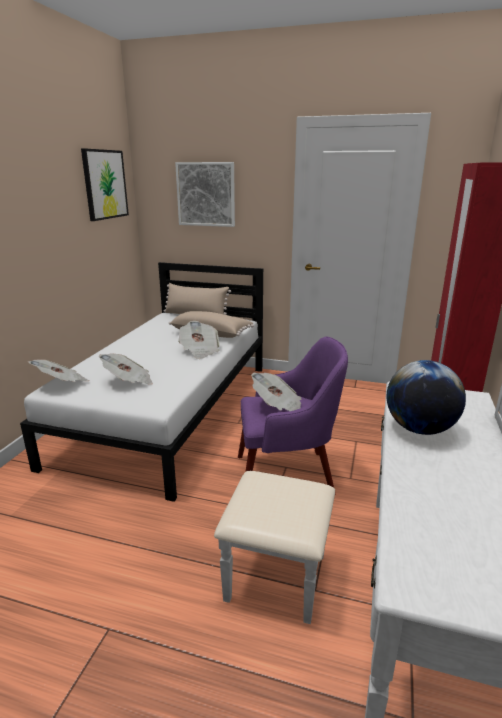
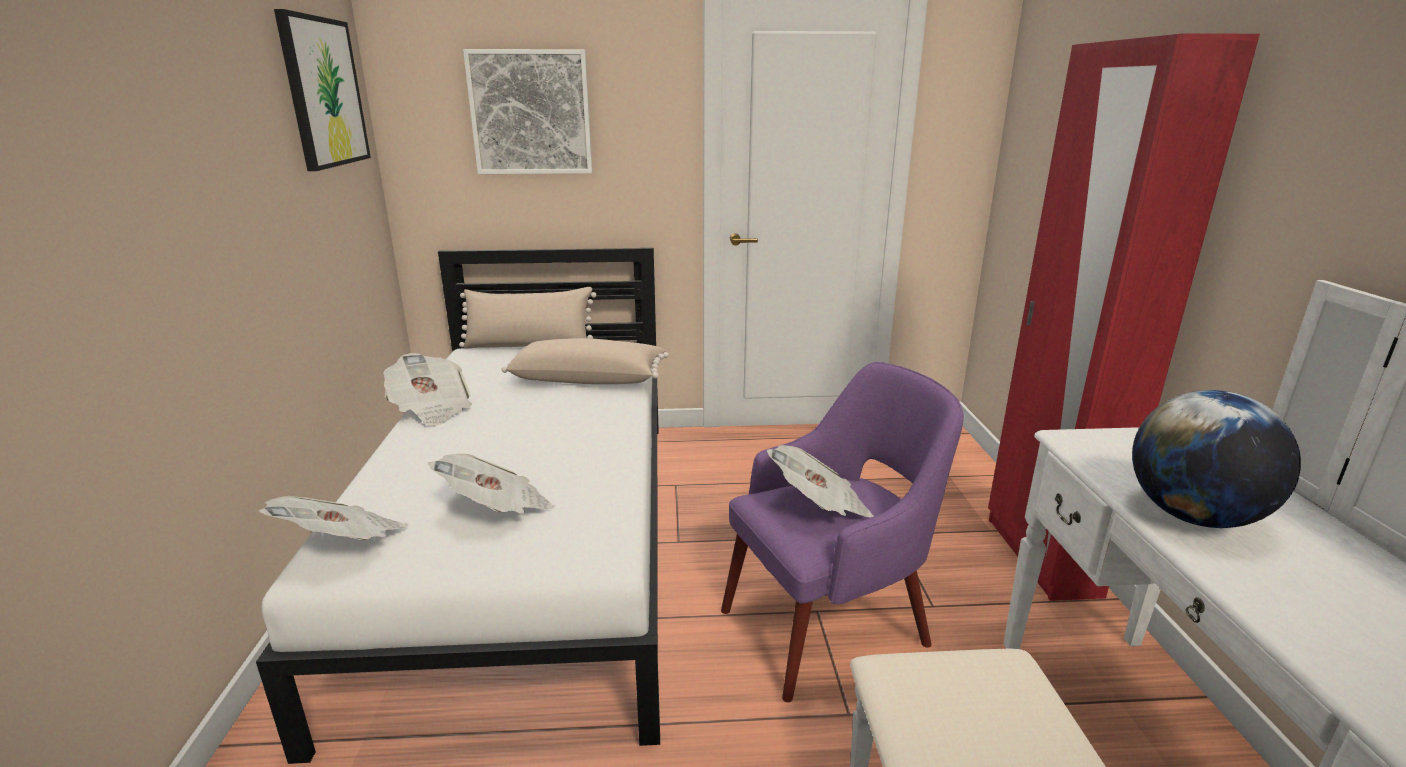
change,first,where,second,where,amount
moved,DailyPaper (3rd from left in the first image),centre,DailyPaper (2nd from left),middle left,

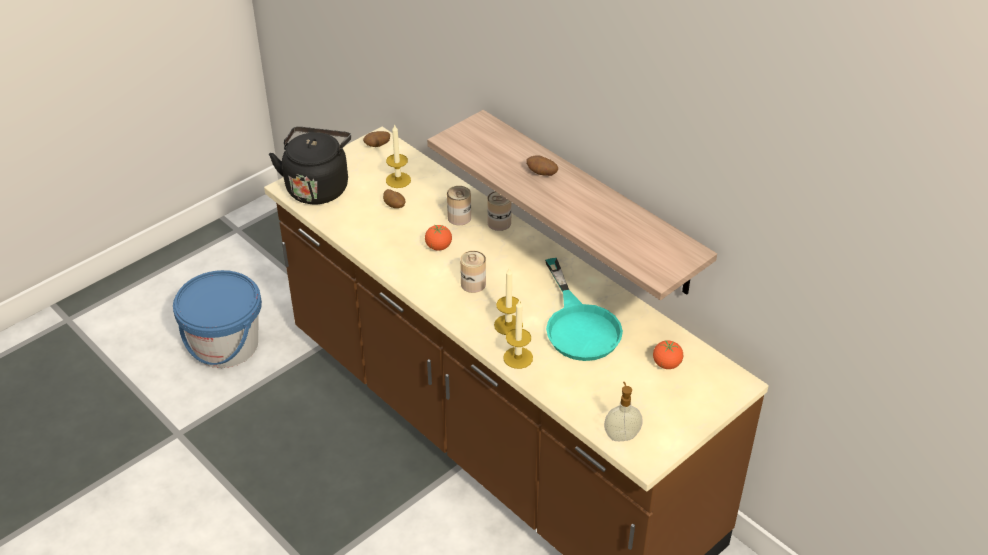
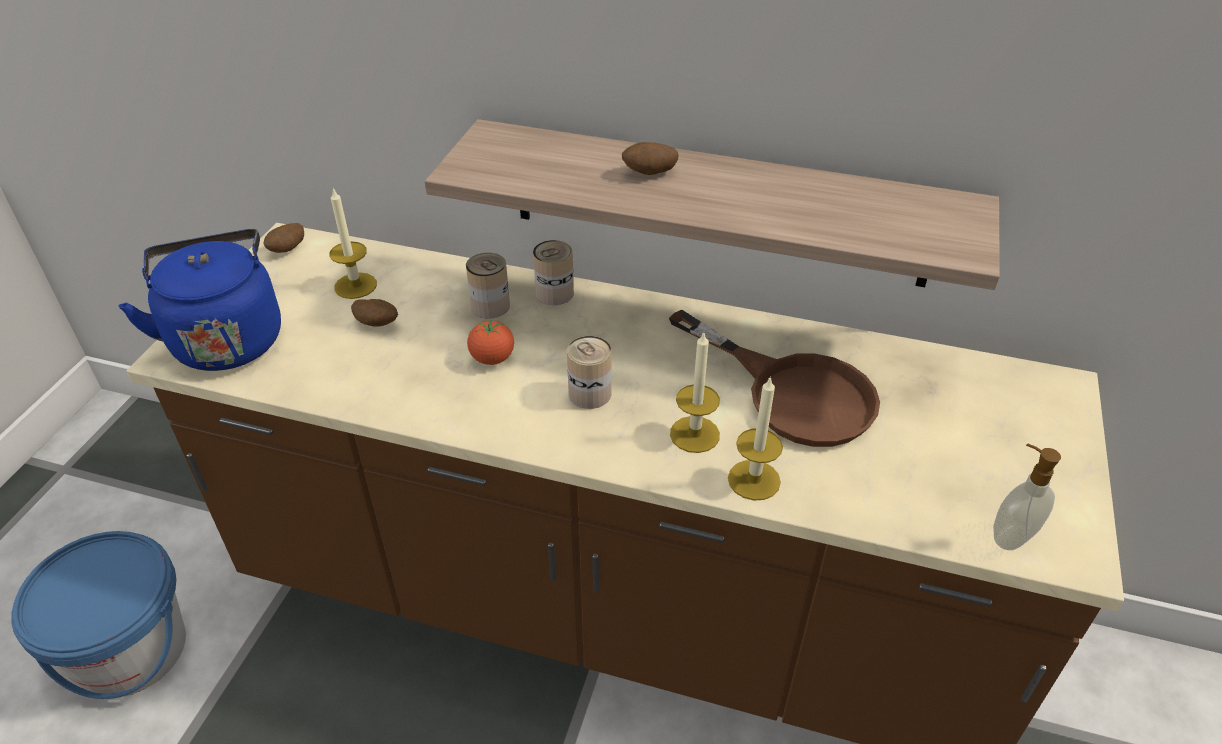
change,first,where,second,where,amount
removed,FreshTomato (2nd from left),middle right,,,
recoloured,BlackTeaKettle,top left,BlueTeaKettle,middle left,
recoloured,TurquoiseFryingPan,centre,BrownColouredFryingPan,centre,

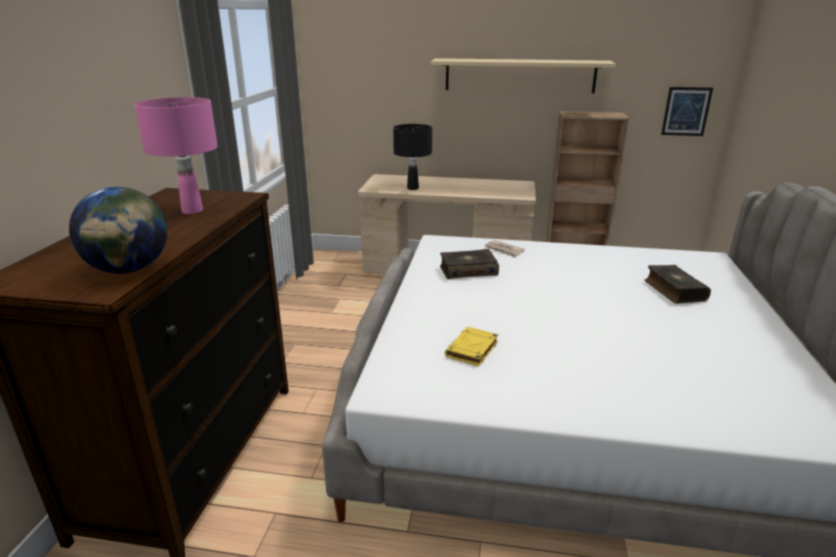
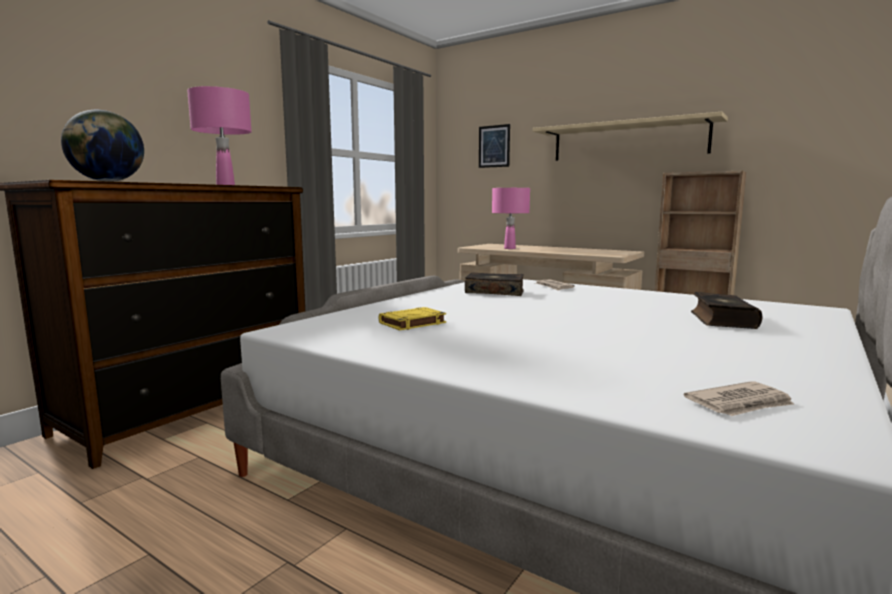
change,first,where,second,where,amount
added,,,DailyPaper (2nd from left),bottom right,
moved,Picture,top right,,top centre,
recoloured,BlackLampForATable,top centre,PinkishLampForATable (2nd from left),centre,

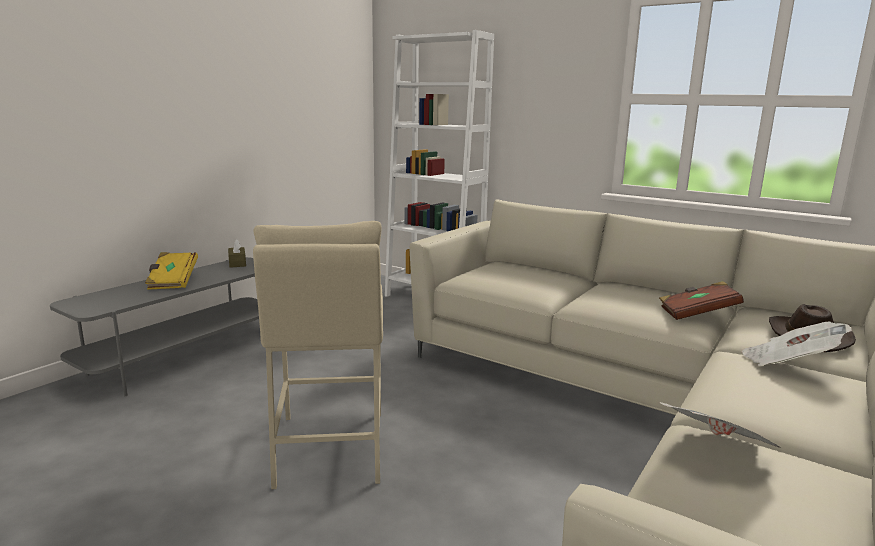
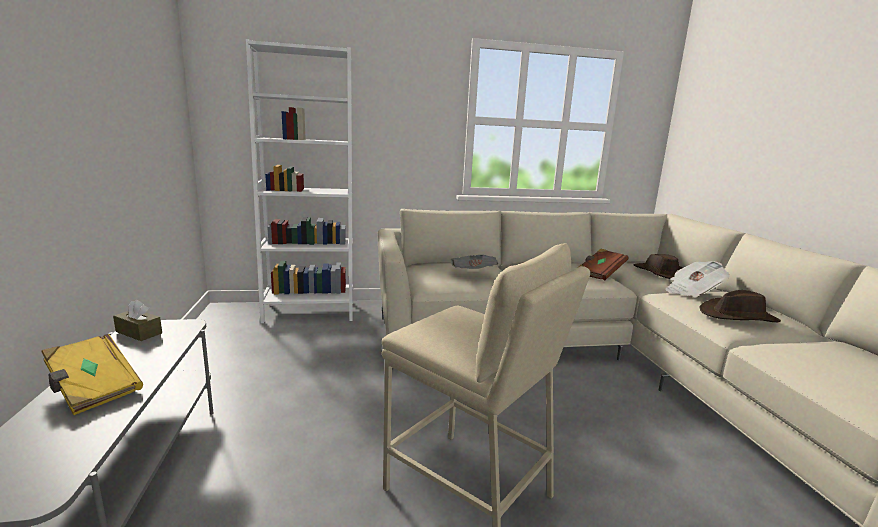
change,first,where,second,where,amount
added,,,BrownColouredHat (2nd from left),middle right,
moved,DailyPaper (1st from left),bottom right,,centre,

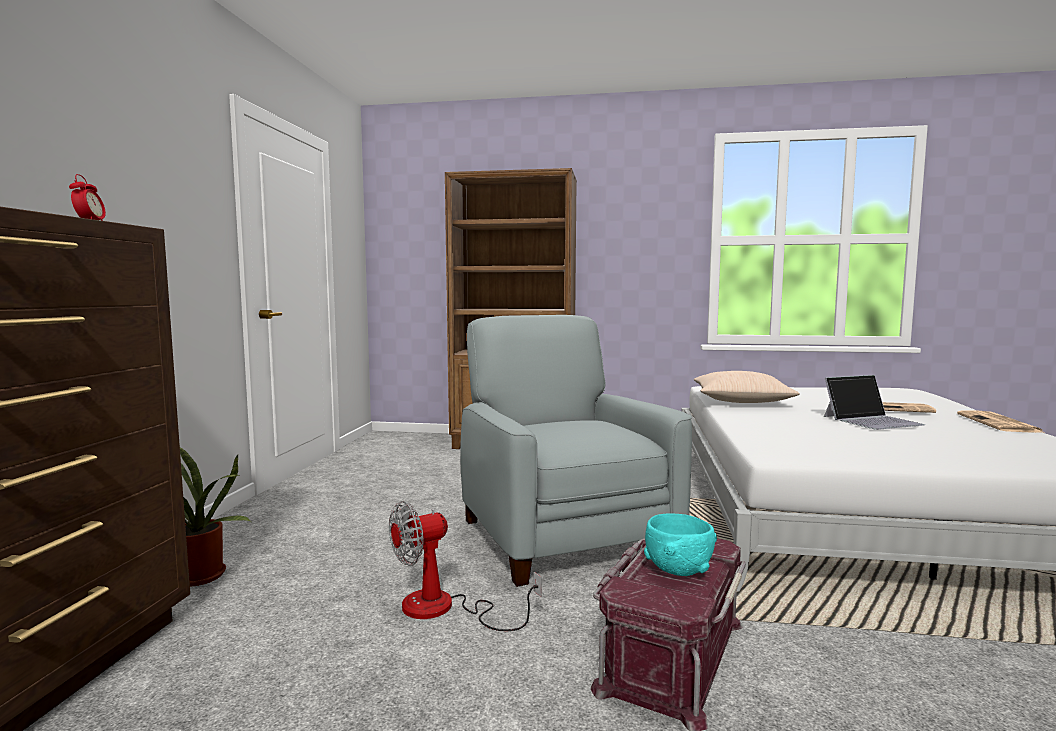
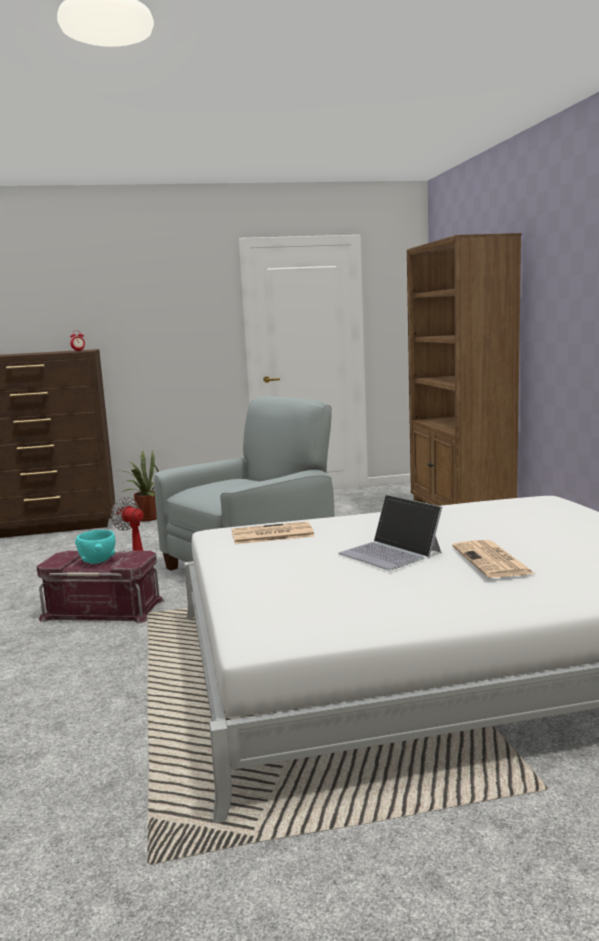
change,first,where,second,where,amount
removed,BeigeCushion,middle right,,,
moved,DailyPaper (2nd from left in the first image),middle right,DailyPaper (1st from left),centre,

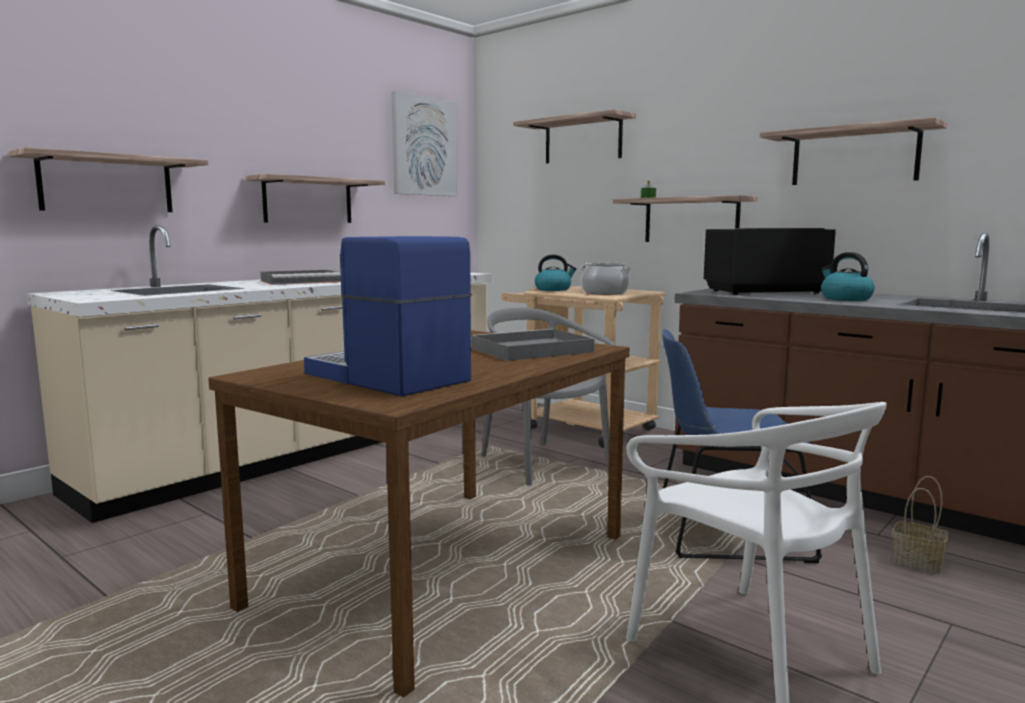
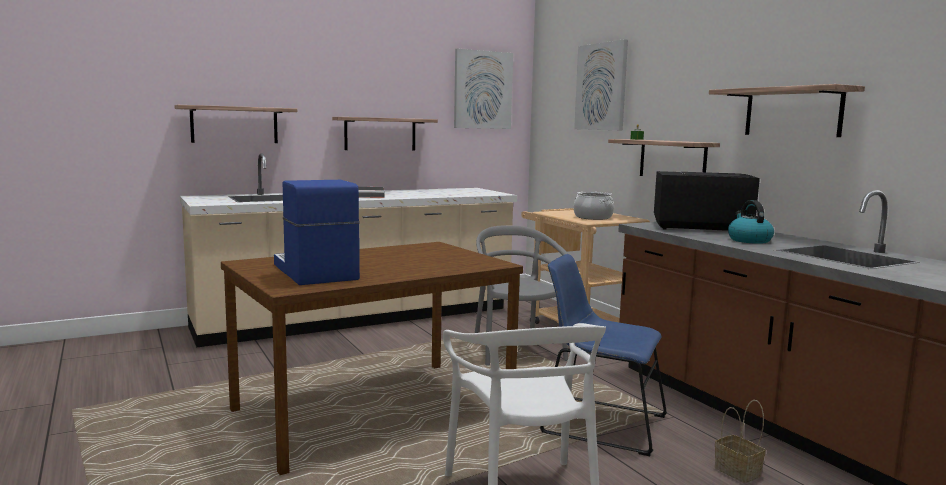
change,first,where,second,where,amount
removed,GreyishServingTray (2nd from left),centre,,,
removed,TeaKettle (1st from left),centre,,,
replaced,WallShelf (3rd from left),top centre,Picture (2nd from left),top centre,

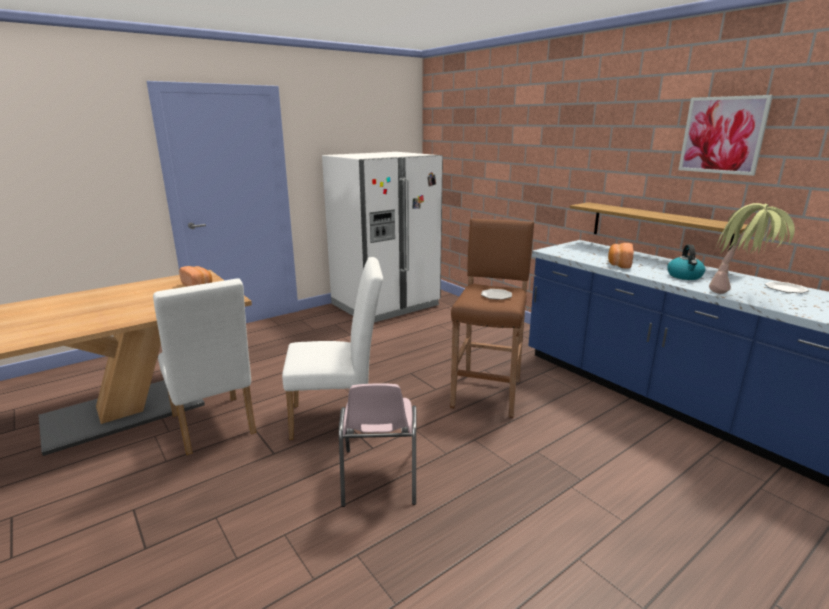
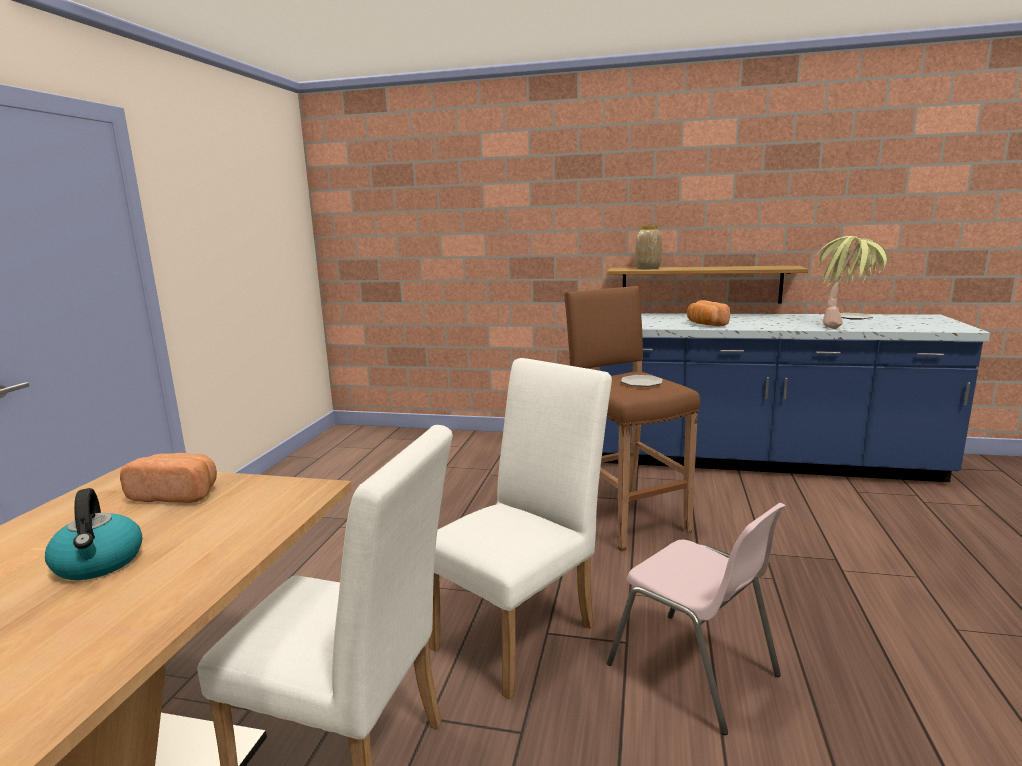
change,first,where,second,where,amount
removed,WhitishFridge,centre,,,
removed,Picture,top right,,,
added,,,DecorativeVase,top centre,
moved,TeaKettle,middle right,,bottom left,

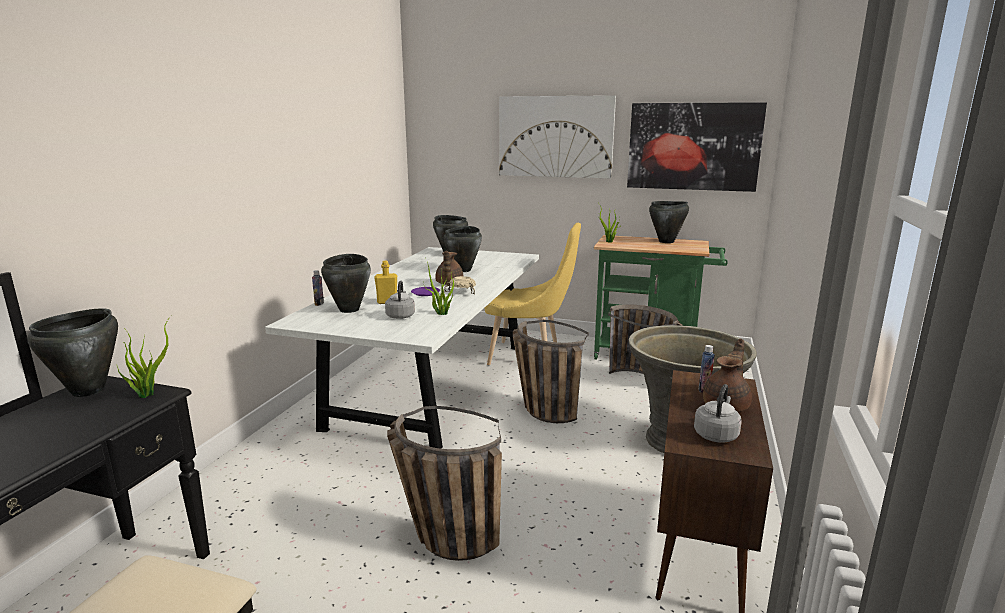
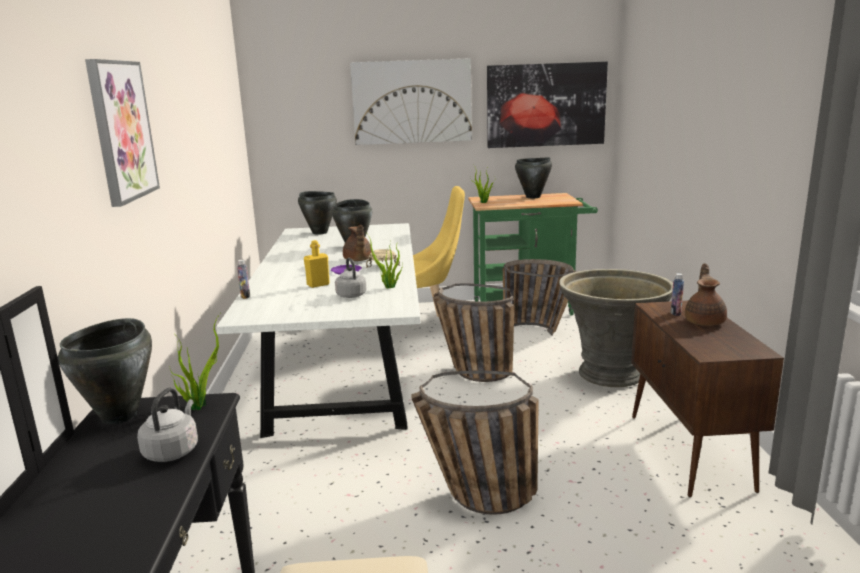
change,first,where,second,where,amount
removed,BlackSaucepot (2nd from left),centre,,,
added,,,Picture (1st from left),top left,
moved,GreyishTeaKettle (2nd from left in the first image),bottom right,GreyishTeaKettle (1st from left),bottom left,

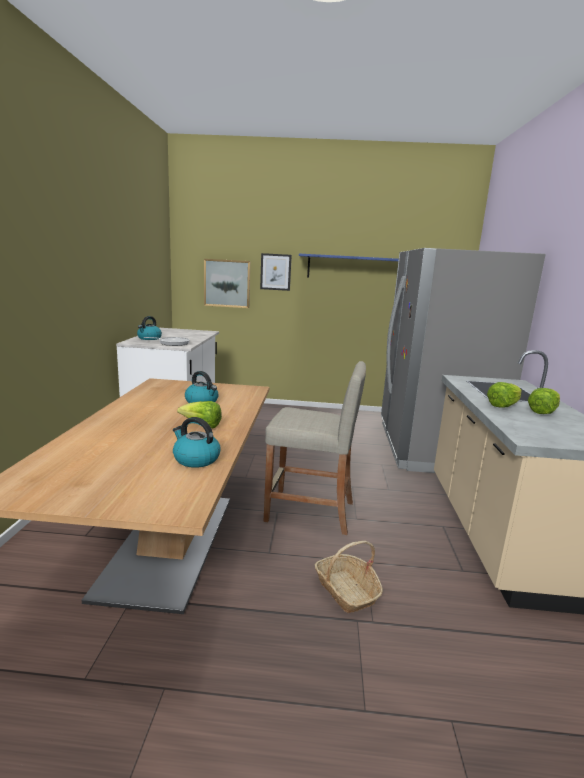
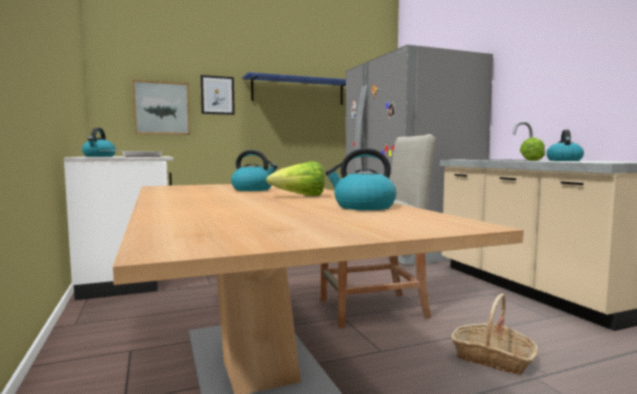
change,first,where,second,where,amount
replaced,Lettuce (3rd from left),middle right,TeaKettle (4th from left),middle right,

